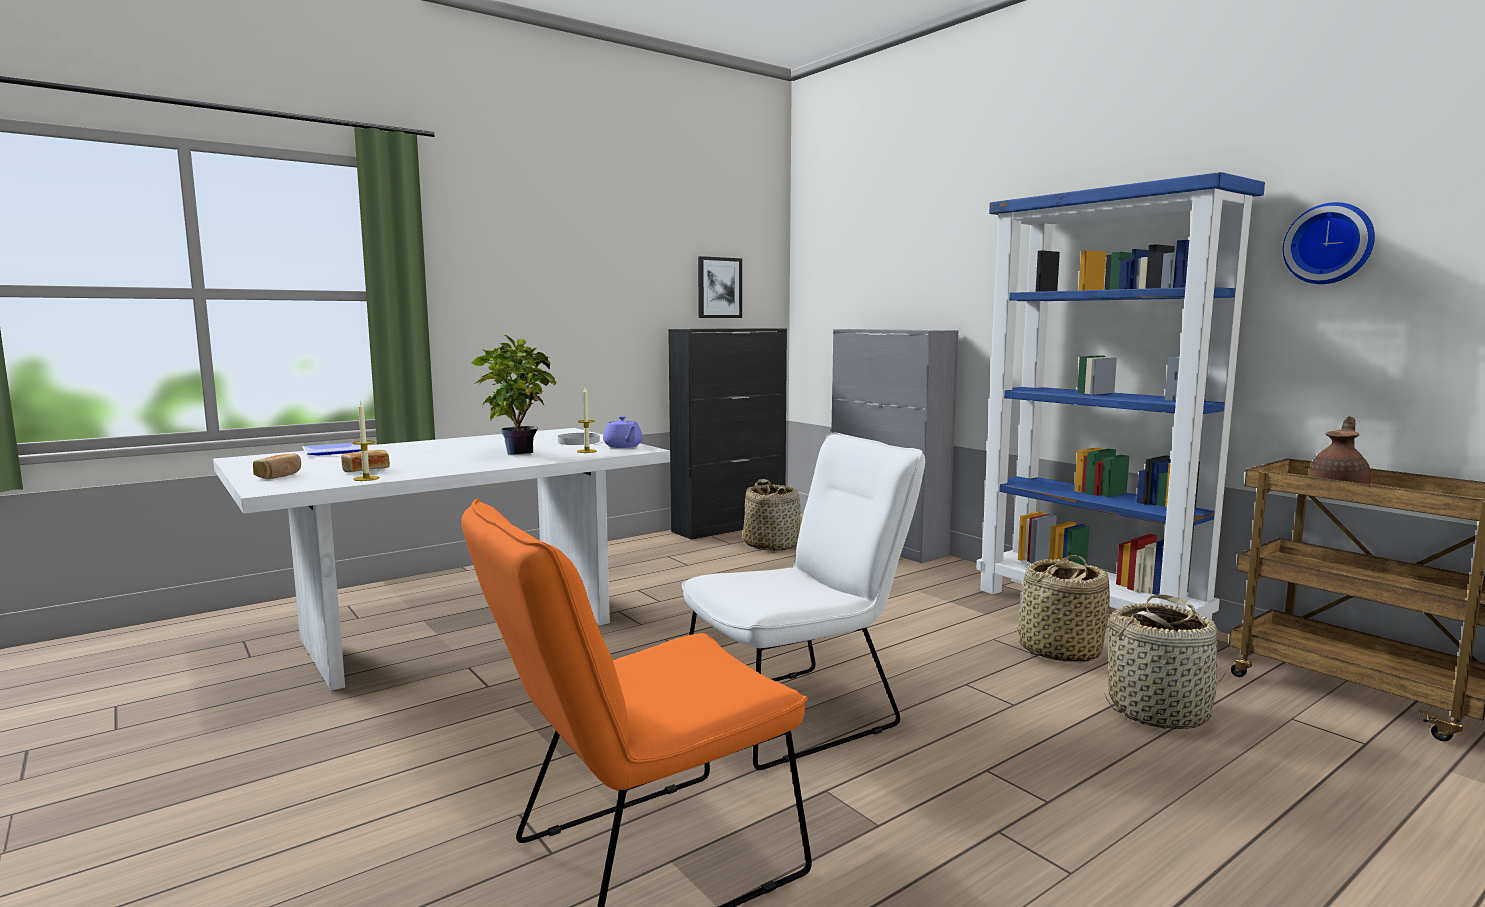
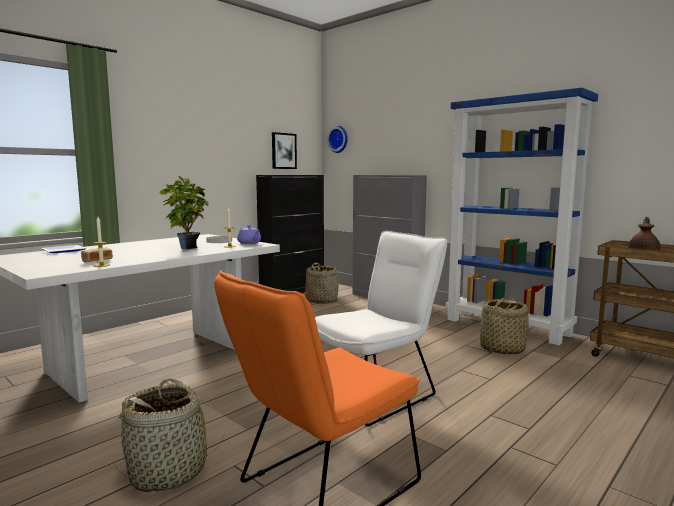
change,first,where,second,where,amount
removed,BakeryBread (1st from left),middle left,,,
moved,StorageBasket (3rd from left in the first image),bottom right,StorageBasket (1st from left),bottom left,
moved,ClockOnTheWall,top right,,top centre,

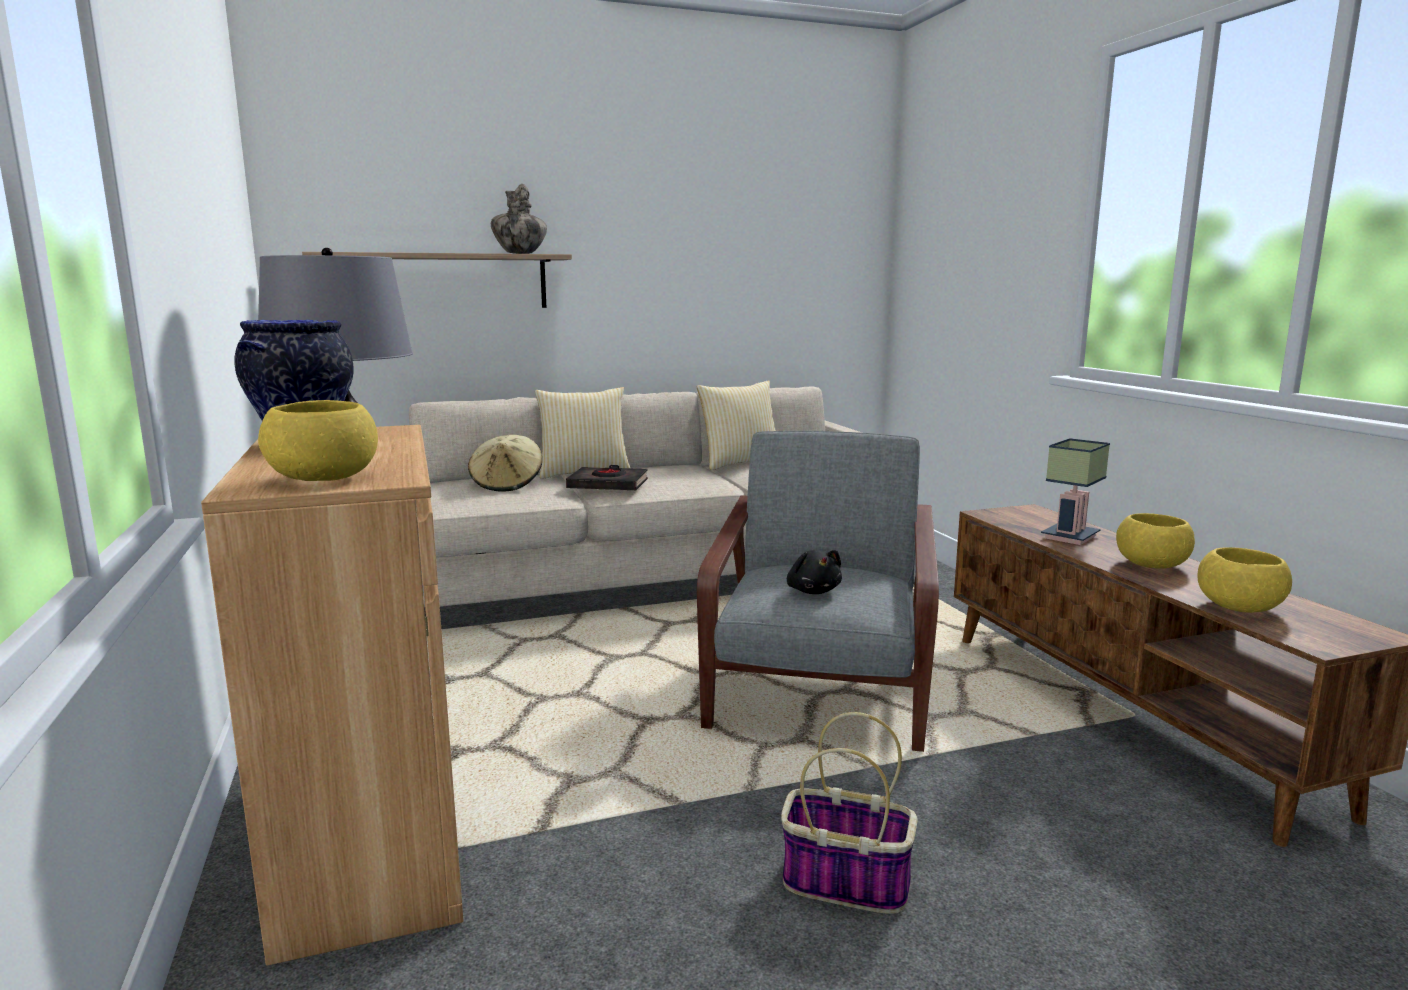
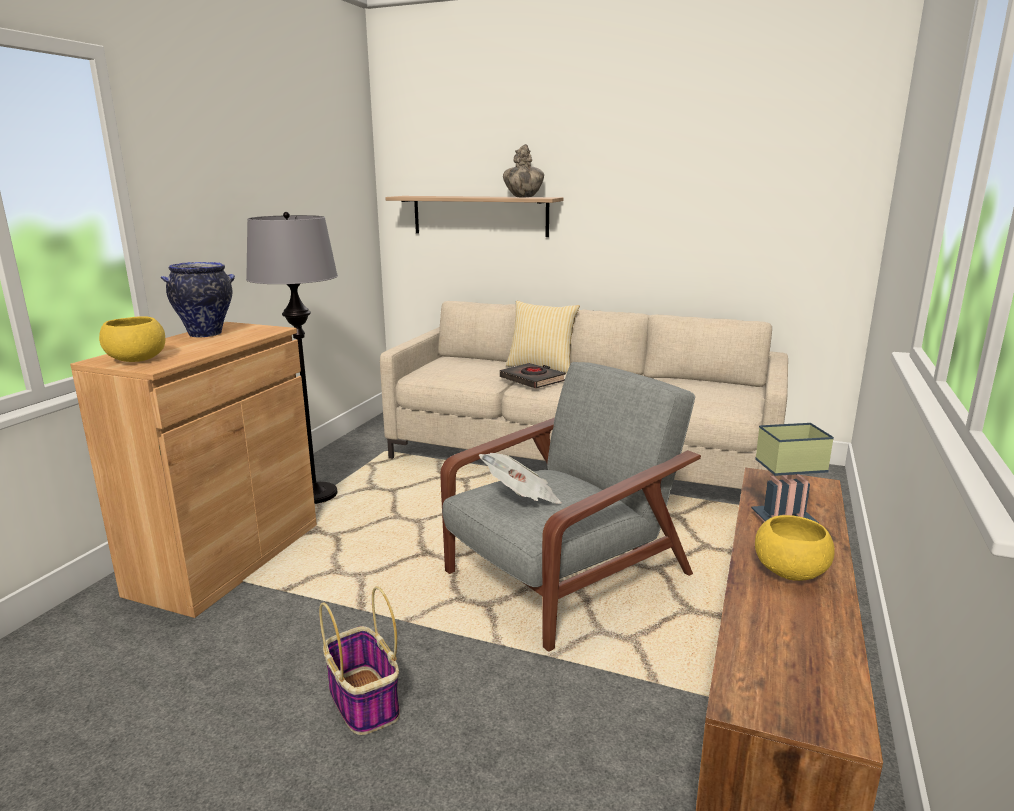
change,first,where,second,where,amount
removed,BeigeHat,centre,,,
removed,Cushion (2nd from left),centre,,,
removed,YellowColouredServingBowl (3rd from left),middle right,,,
replaced,BlackSoftToy,centre,DailyPaper,centre,

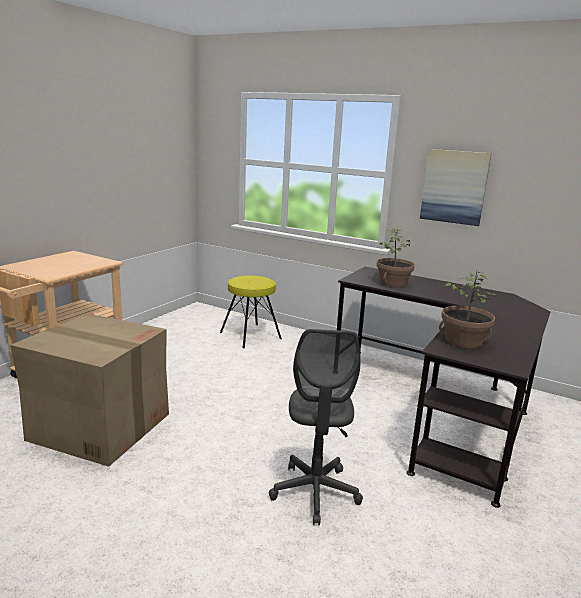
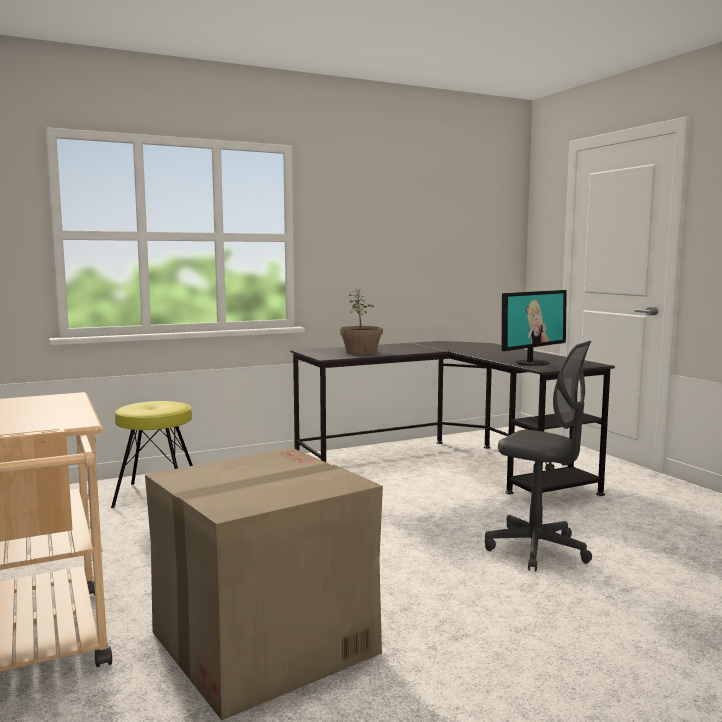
change,first,where,second,where,amount
removed,Picture,top right,,,
replaced,PottedPlant (2nd from left),middle right,ComputerDisplay,middle right,

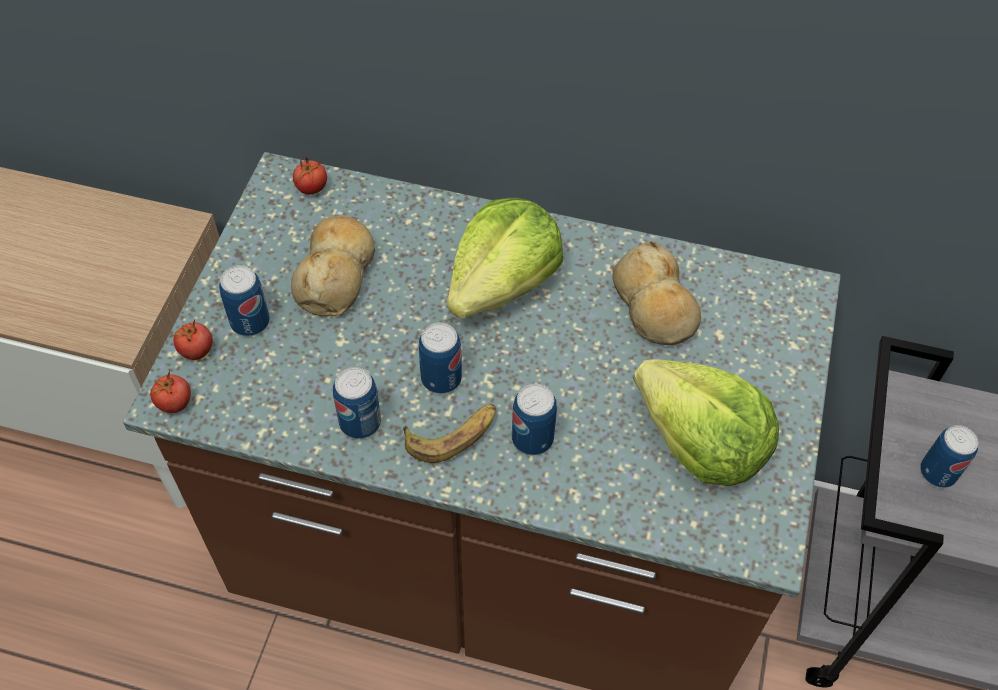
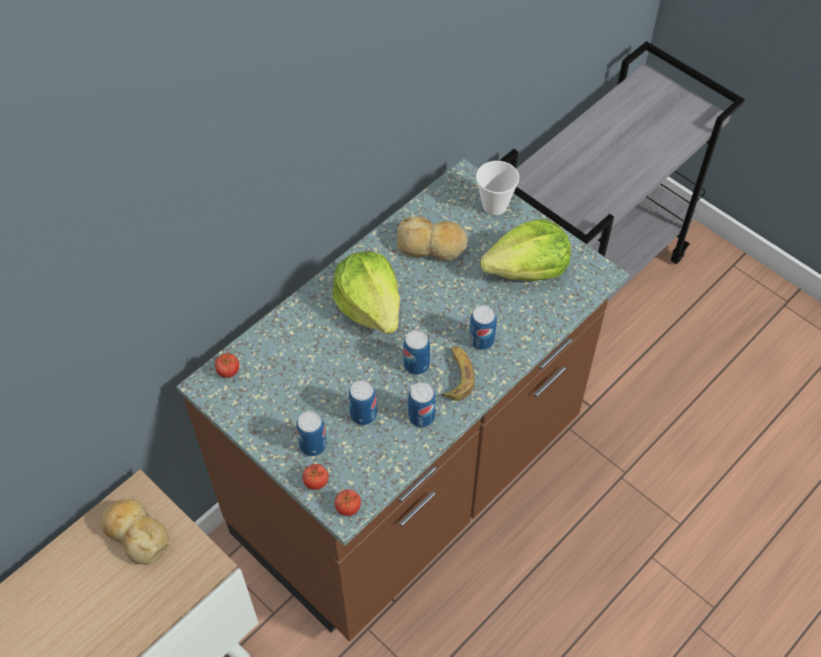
change,first,where,second,where,amount
added,,,SmallCup,top centre,
moved,BakeryBread (1st from left),centre,,bottom left,
moved,SealedCan (5th from left in the first image),middle right,SealedCan (2nd from left),centre,

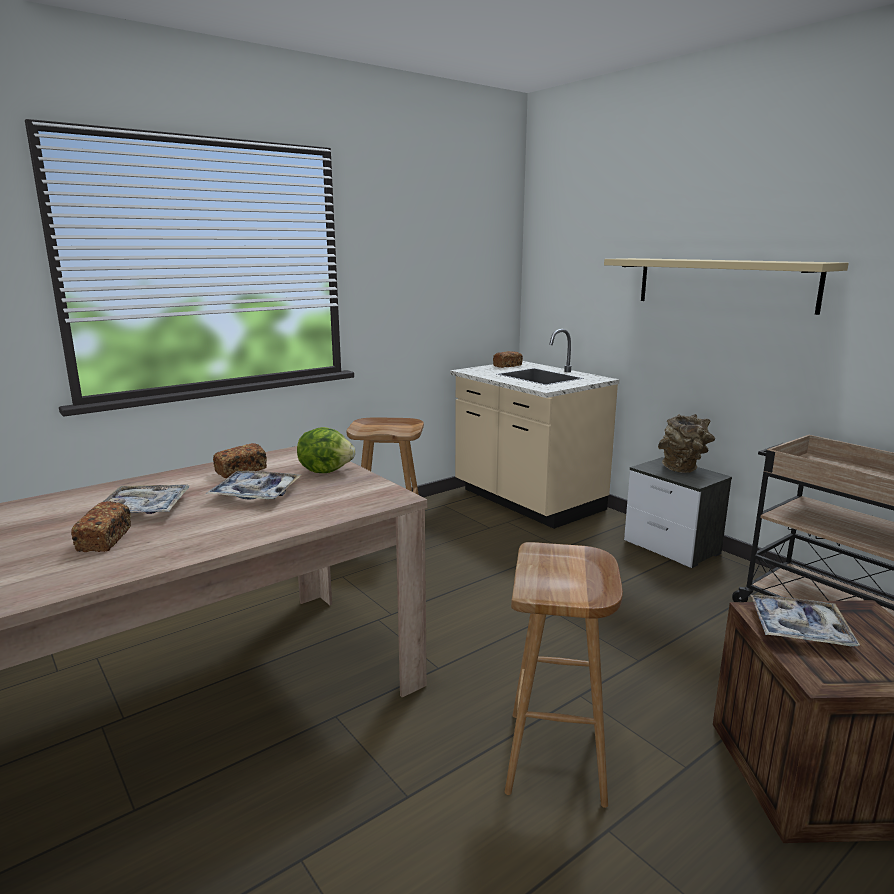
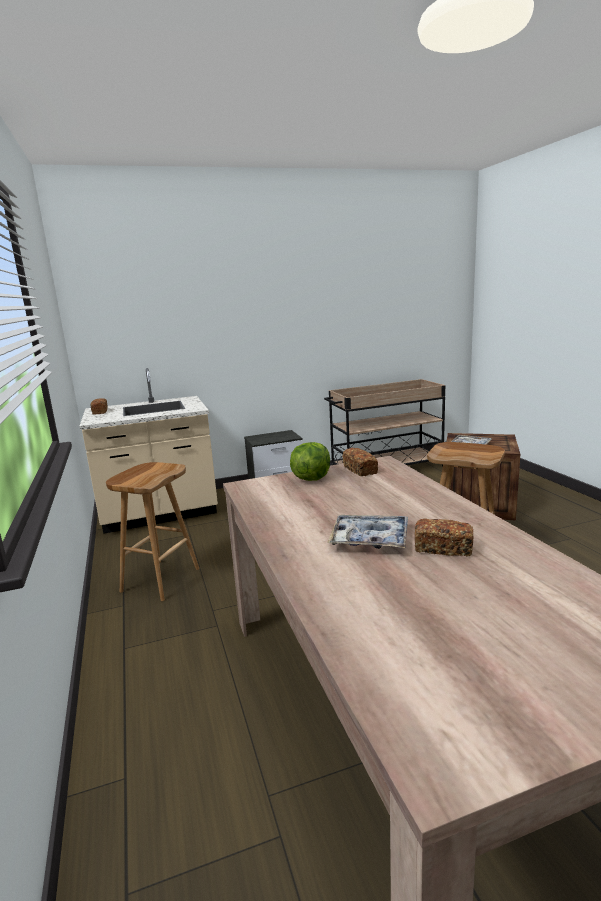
change,first,where,second,where,amount
removed,ServingTray (2nd from left),middle left,,,
removed,BeigeWallShelf,top right,,,
removed,BrownColouredDecorativeVase,middle right,,,
moved,BakeryBread (2nd from left),middle left,,centre,

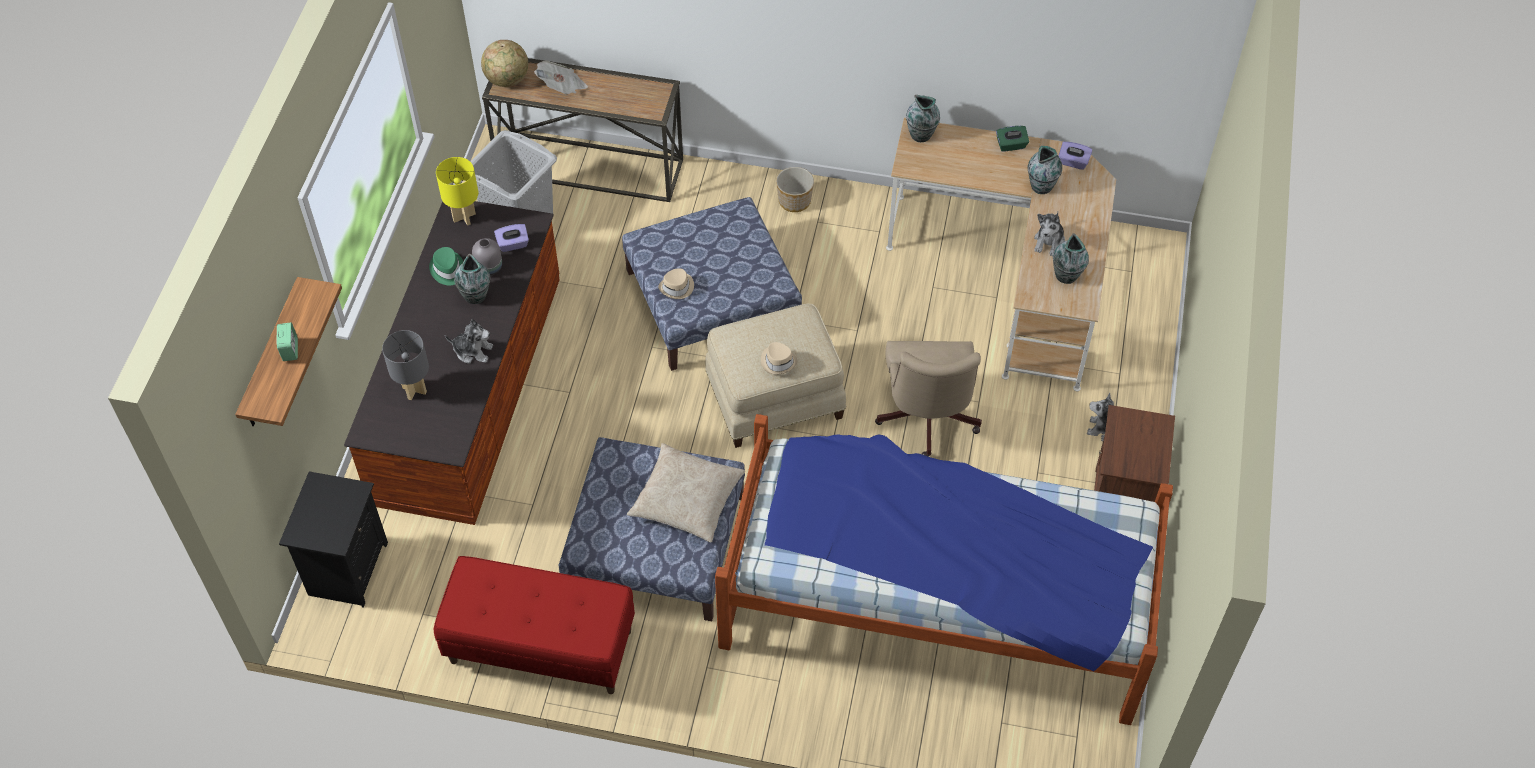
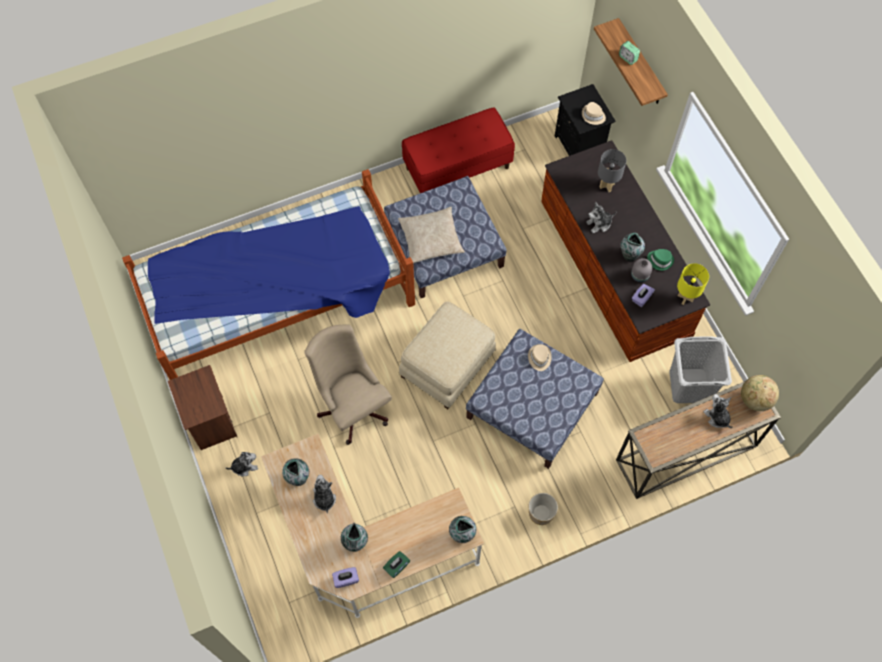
change,first,where,second,where,amount
moved,BeigeHat (2nd from left),centre,,top right,
replaced,DailyPaper,top centre,SoftToy (4th from left),middle right,

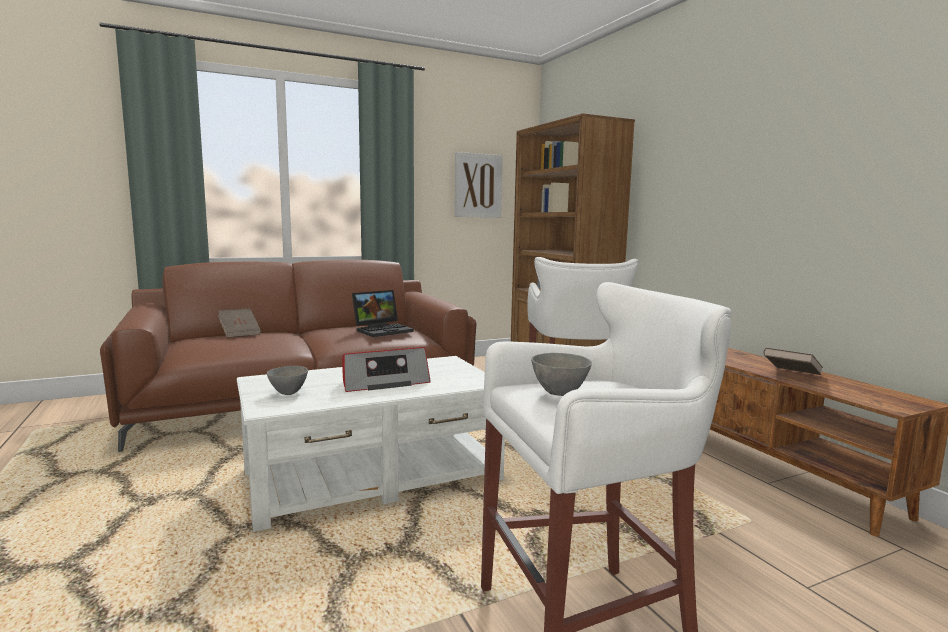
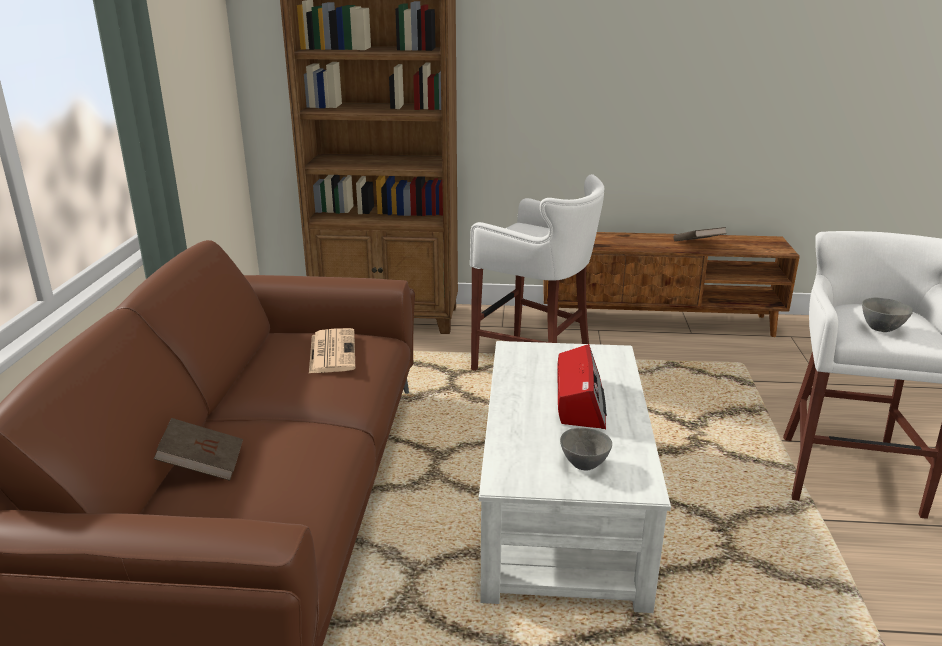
change,first,where,second,where,amount
removed,Picture,top centre,,,
replaced,Laptop,centre,DailyPaper,centre,

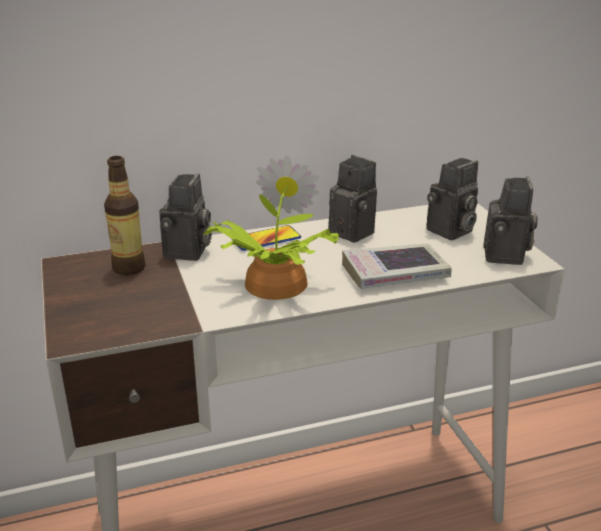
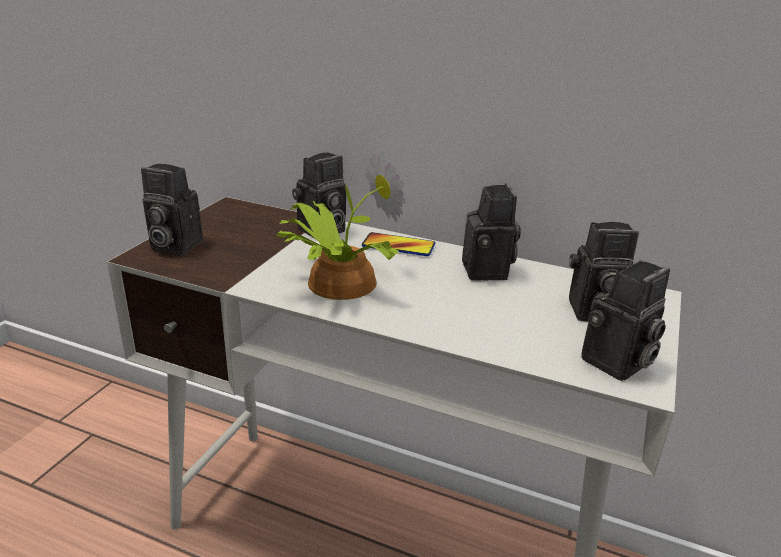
change,first,where,second,where,amount
removed,Bottle,middle left,,,
removed,BoundBook,centre,,,
added,,,StillCamera (1st from left),middle left,

